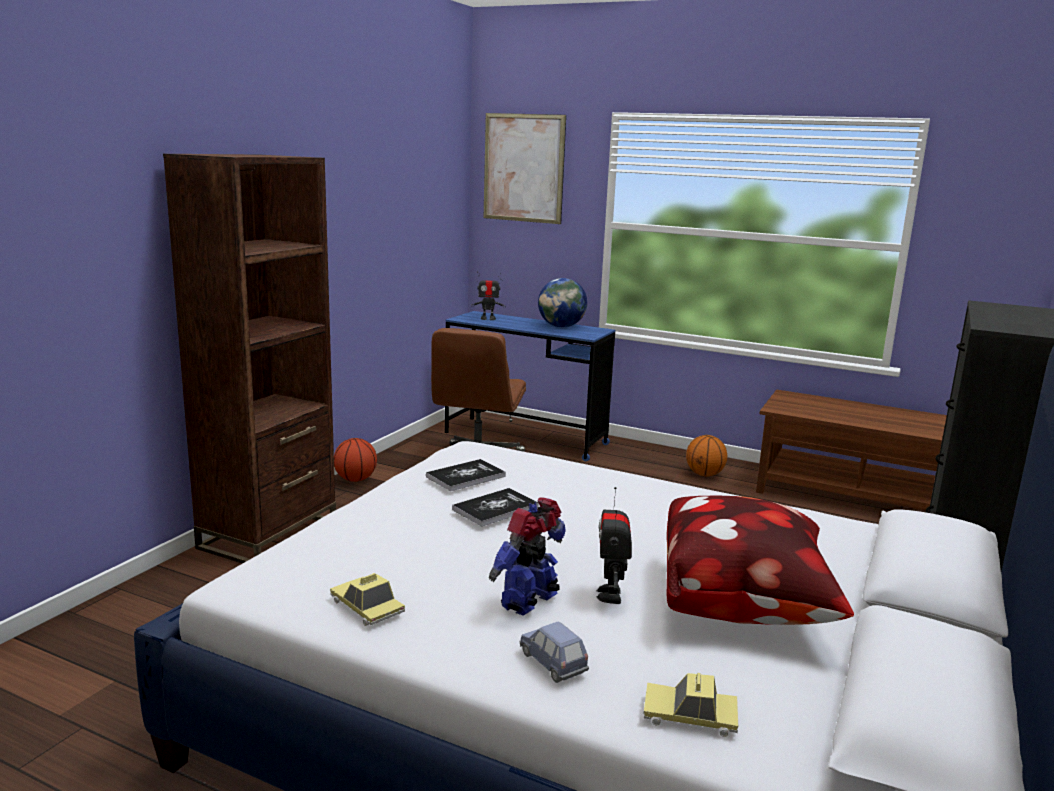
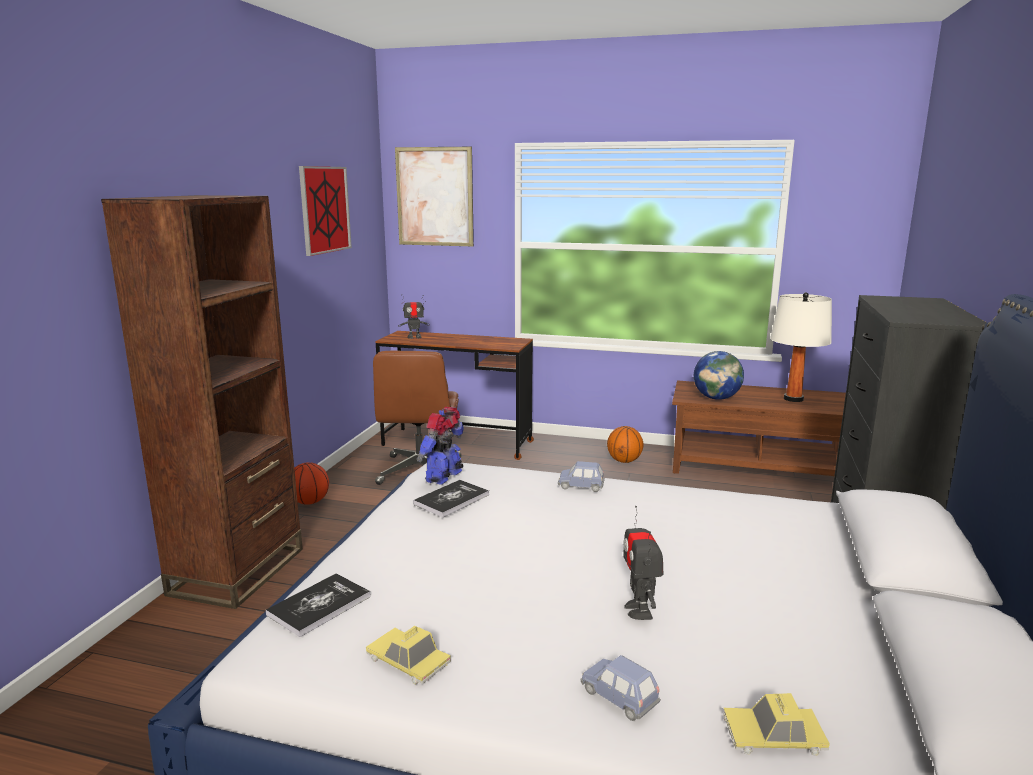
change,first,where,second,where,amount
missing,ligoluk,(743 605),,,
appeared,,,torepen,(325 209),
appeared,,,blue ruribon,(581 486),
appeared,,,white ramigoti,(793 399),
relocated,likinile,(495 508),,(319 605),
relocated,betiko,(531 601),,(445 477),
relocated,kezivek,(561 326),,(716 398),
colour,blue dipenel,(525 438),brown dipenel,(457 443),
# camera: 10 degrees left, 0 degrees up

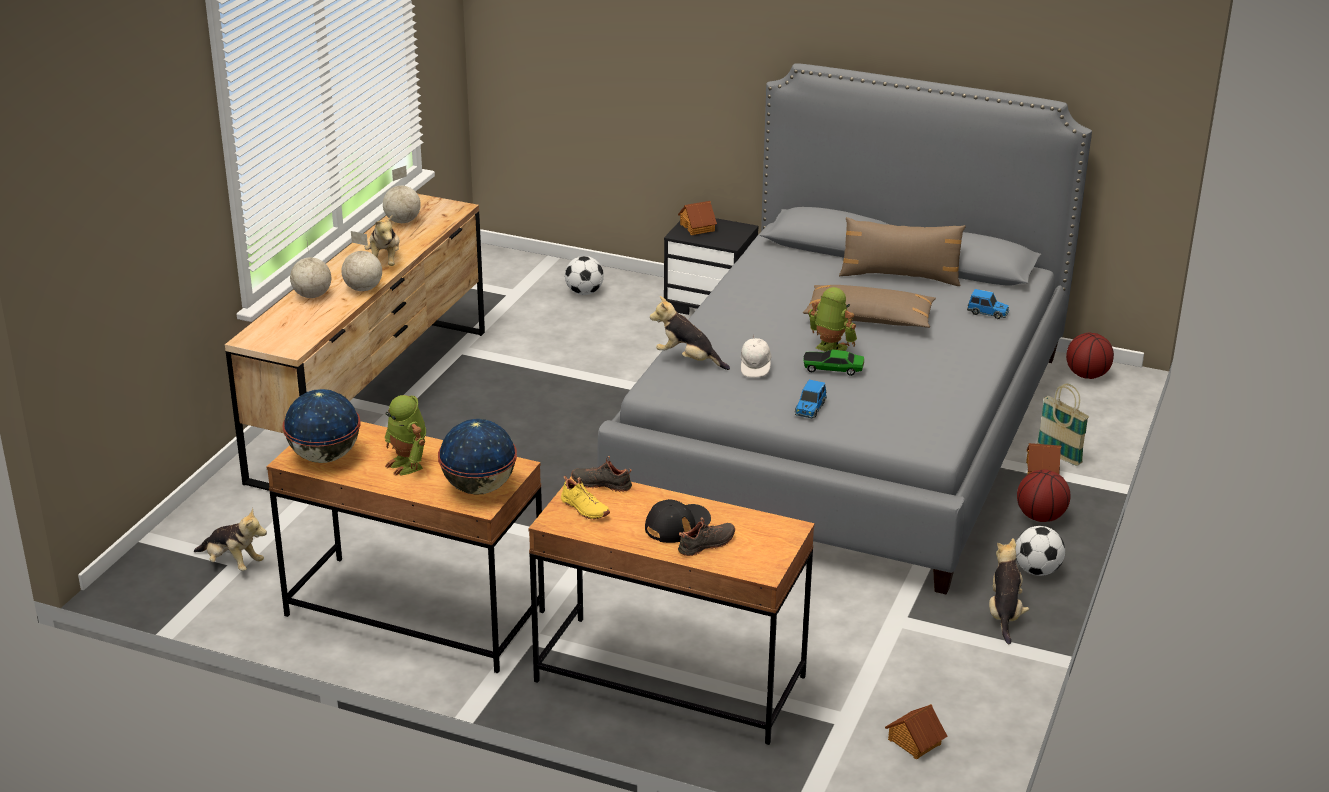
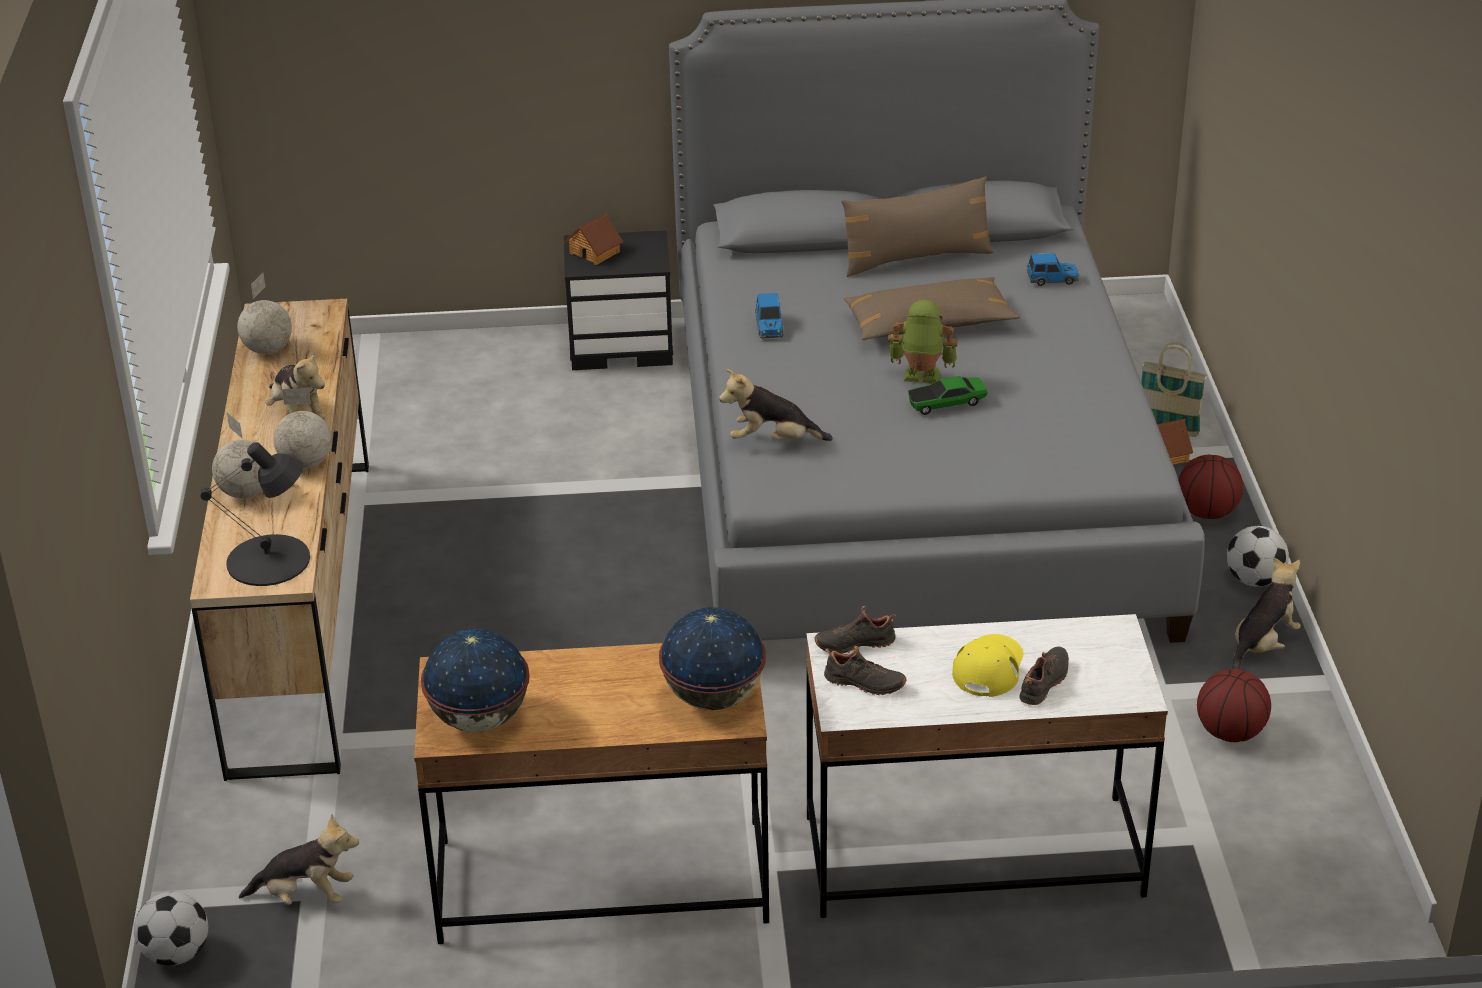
change,first,where,second,where,amount
missing,betiko,(408 464),,,
missing,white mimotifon,(755 367),,,
missing,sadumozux,(914 742),,,
appeared,,,black ramigoti,(270 561),
relocated,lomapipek,(584 292),,(176 954),
relocated,ruribon,(810 409),,(769 327),
relocated,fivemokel,(1087 375),,(1230 733),
colour,brown dipenel,(669 679),white dipenel,(972 856),
colour,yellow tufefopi,(584 509),black tufefopi,(864 684),
colour,black mimotifon,(677 524),yellow mimotifon,(988 667),
spun,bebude,(1004 614),,(1262 645),60 degrees clockwise
# camera: 25 degrees left, 5 degrees up

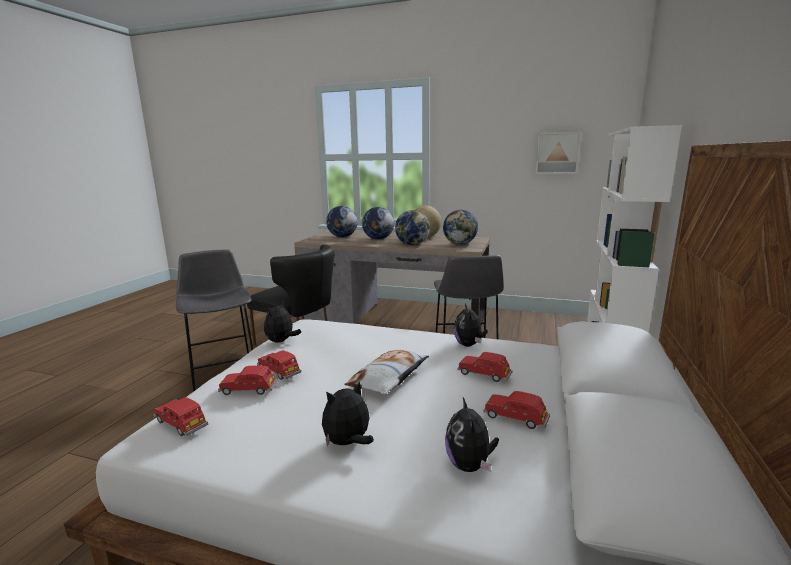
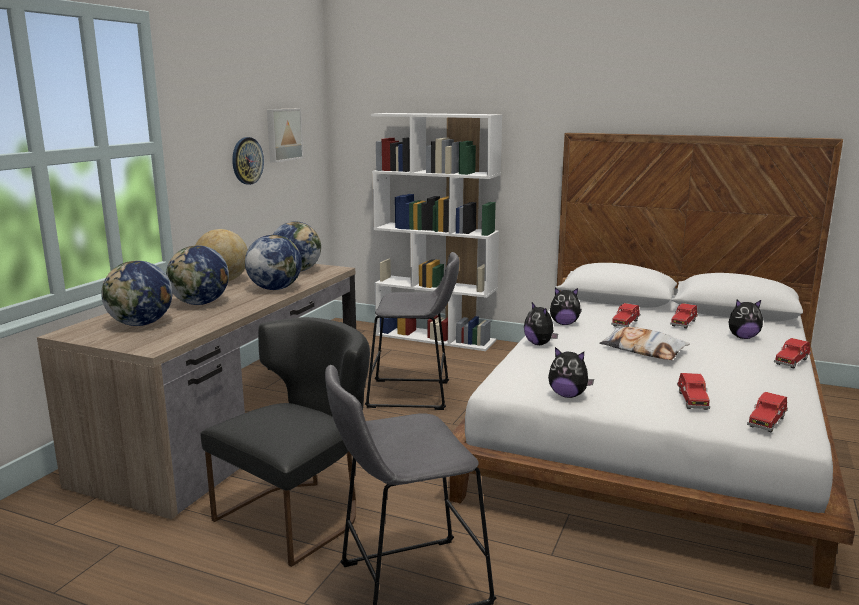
change,first,where,second,where,amount
appeared,,,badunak,(247 160),
relocated,red ruribon,(279 372),,(792 361),
relocated,bebude,(348 443),,(539 344),
# camera: 85 degrees left, 0 degrees up

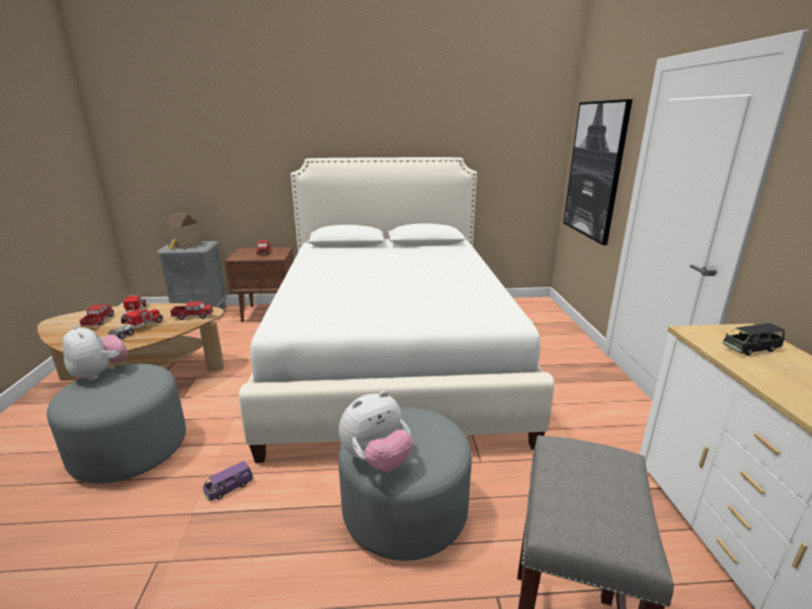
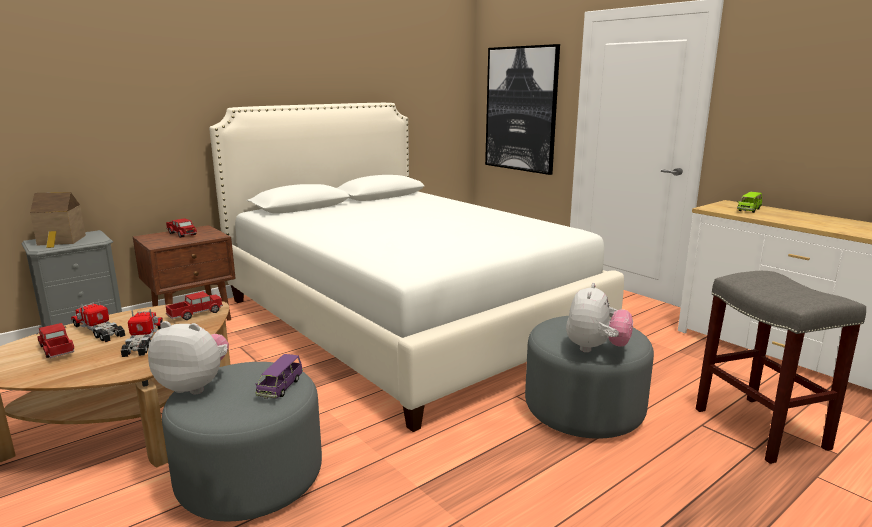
change,first,where,second,where,amount
relocated,purple ruribon,(229 488),,(280 387),
colour,black ruribon,(750 349),green ruribon,(749 210),
# camera: 35 degrees left, 5 degrees down

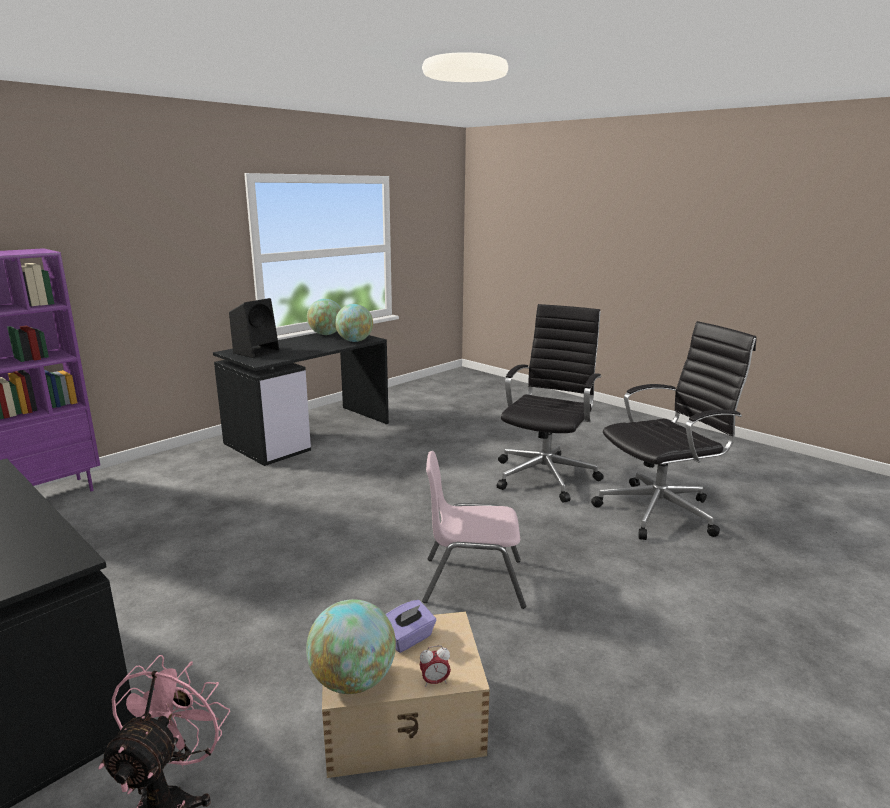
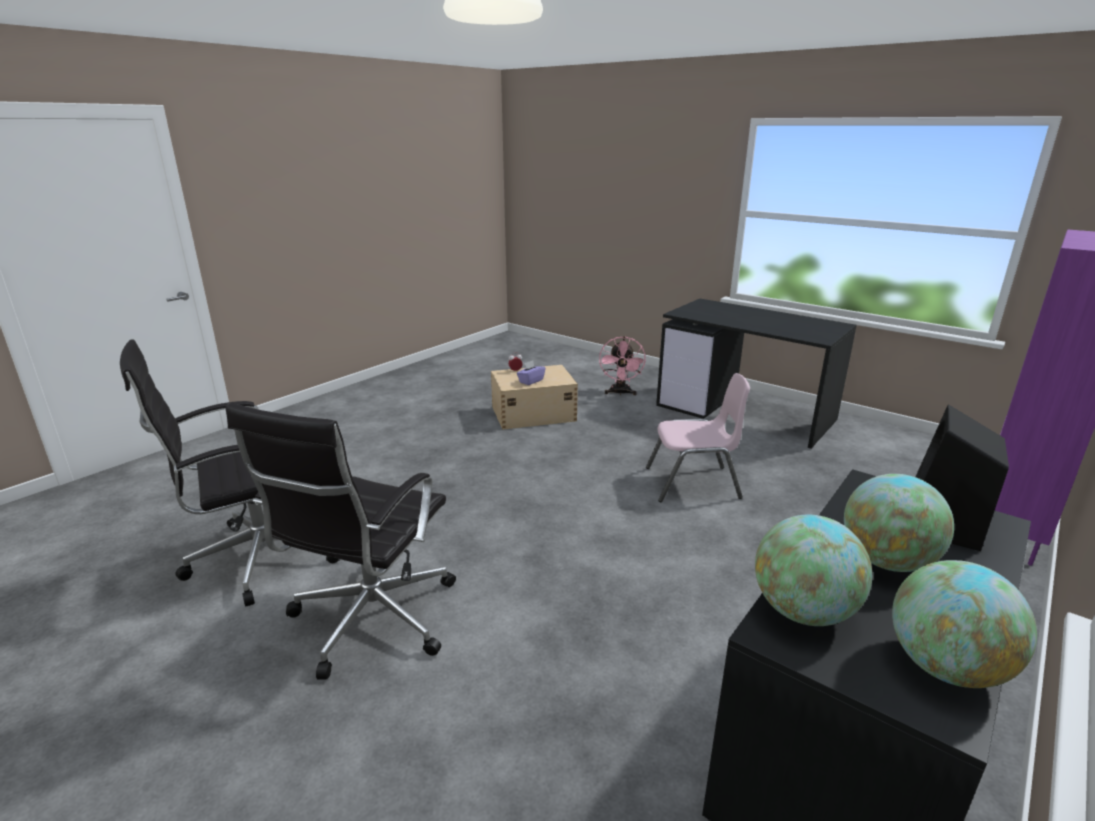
change,first,where,second,where,amount
relocated,kezivek,(353 681),,(886 561),
relocated,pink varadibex,(473 581),,(693 483),
# camera: 175 degrees right, 5 degrees up

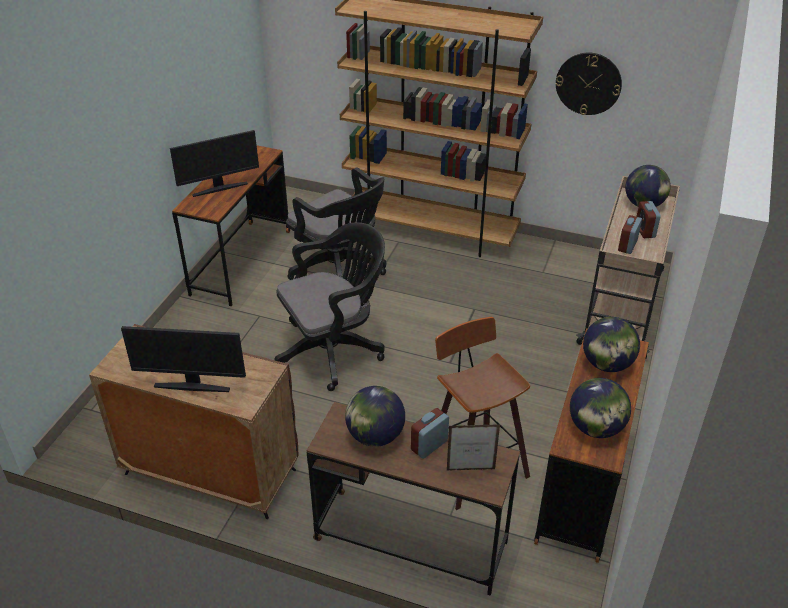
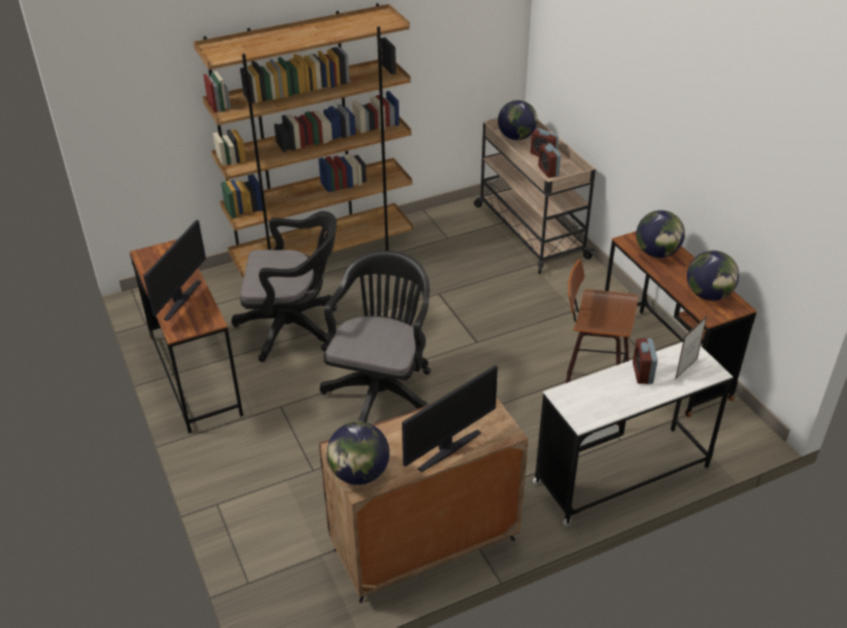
change,first,where,second,where,amount
missing,badunak,(588 83),,,
relocated,kezivek,(375 436),,(359 474),
colour,brown dipenel,(410 541),white dipenel,(621 475),
# camera: 45 degrees left, 0 degrees up

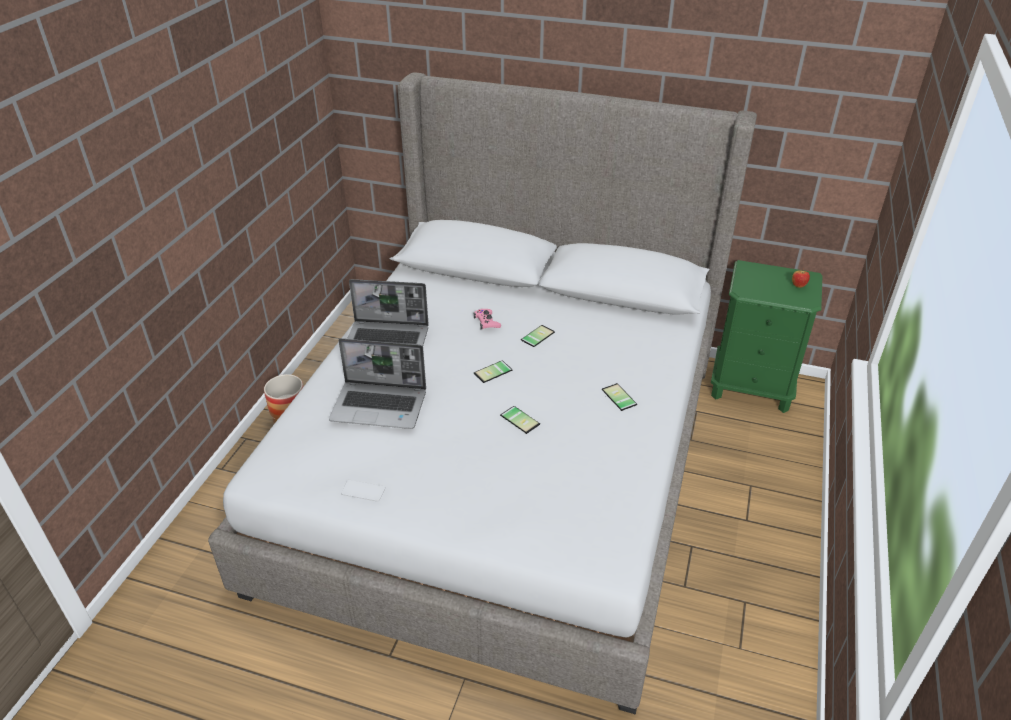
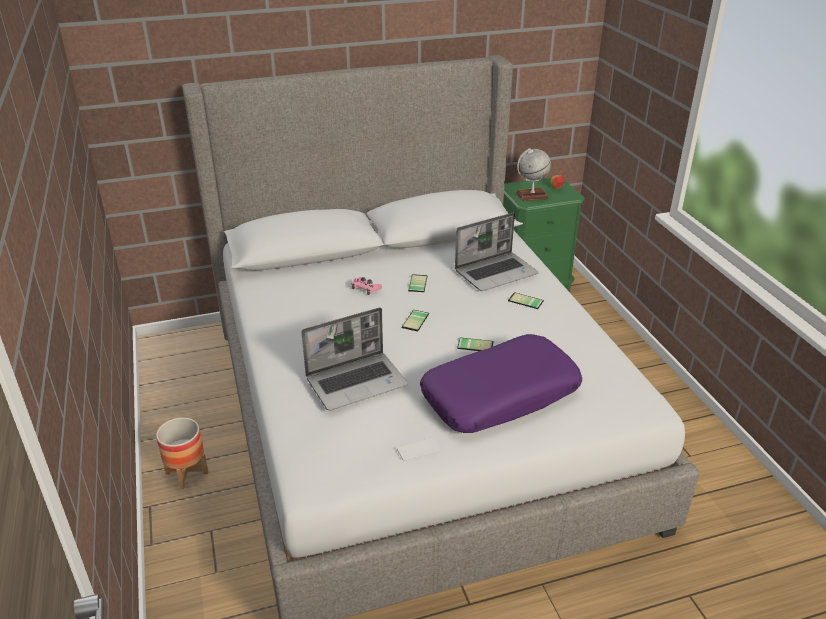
change,first,where,second,where,amount
appeared,,,purple ligoluk,(500 395),
appeared,,,kezivek,(531 196),
relocated,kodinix,(388 340),,(496 272),
# camera: 35 degrees left, 5 degrees down

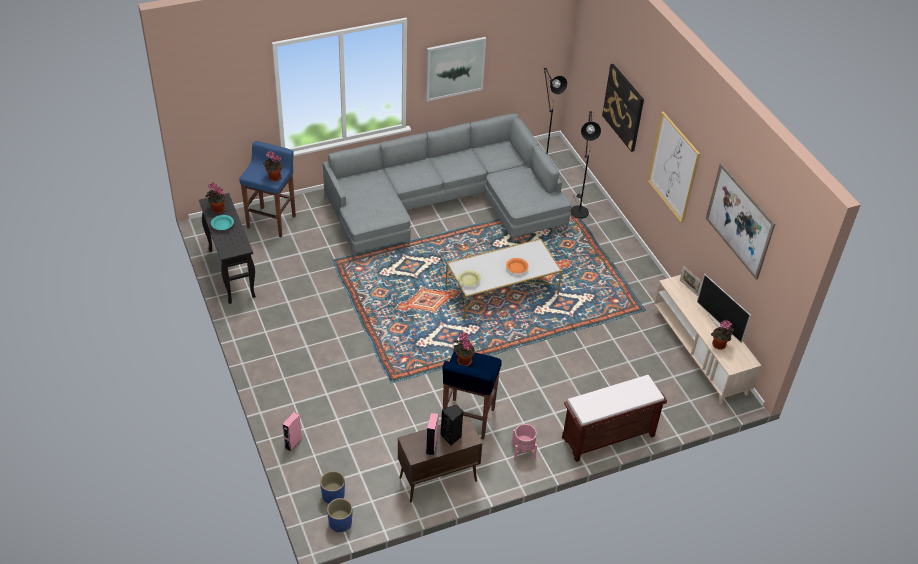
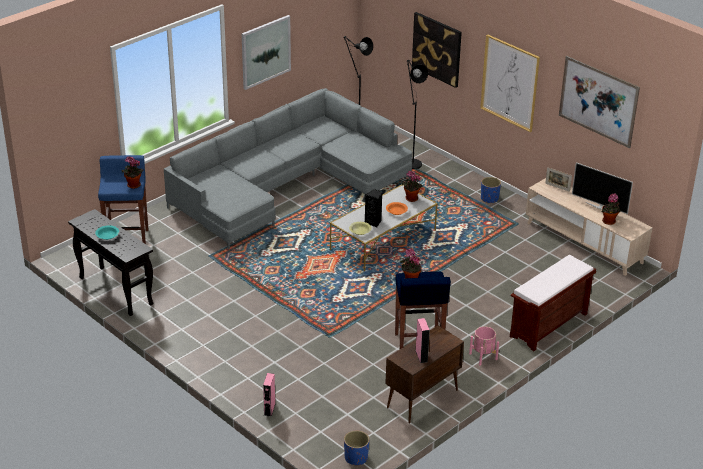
change,first,where,second,where,amount
relocated,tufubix,(217 210),,(410 199),
relocated,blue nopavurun,(333 495),,(489 199),
relocated,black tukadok,(451 437),,(374 222),
# camera: 20 degrees left, 10 degrees down

